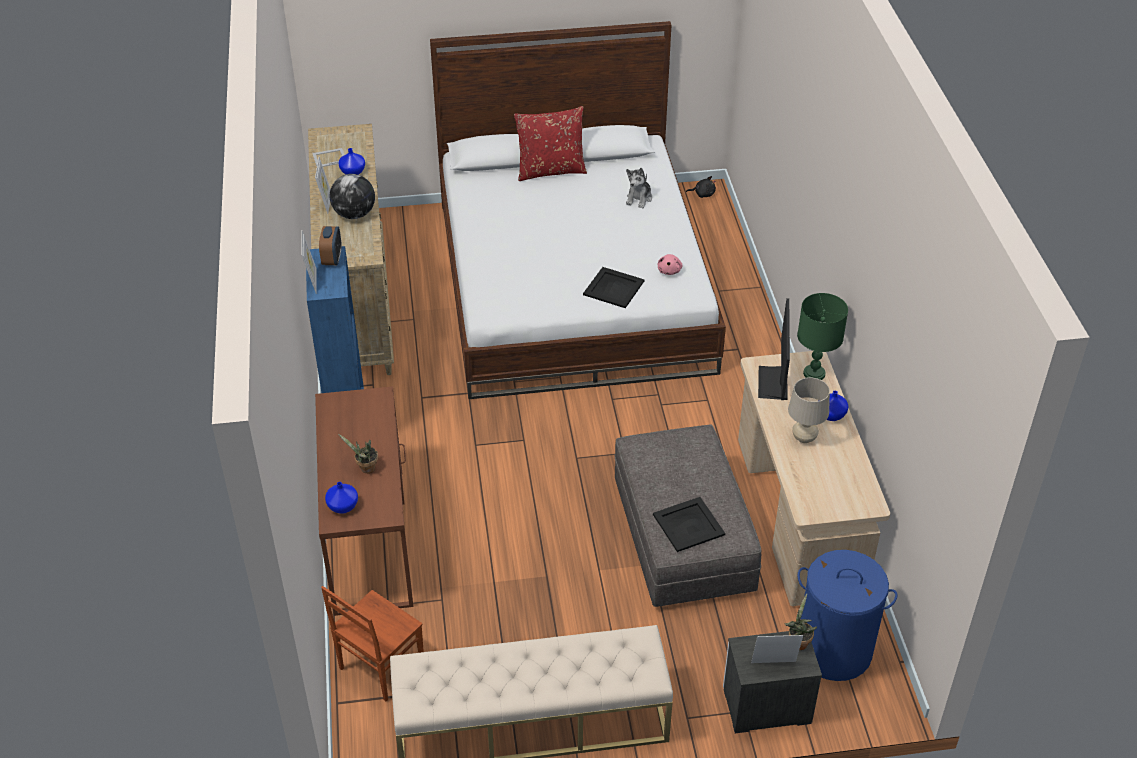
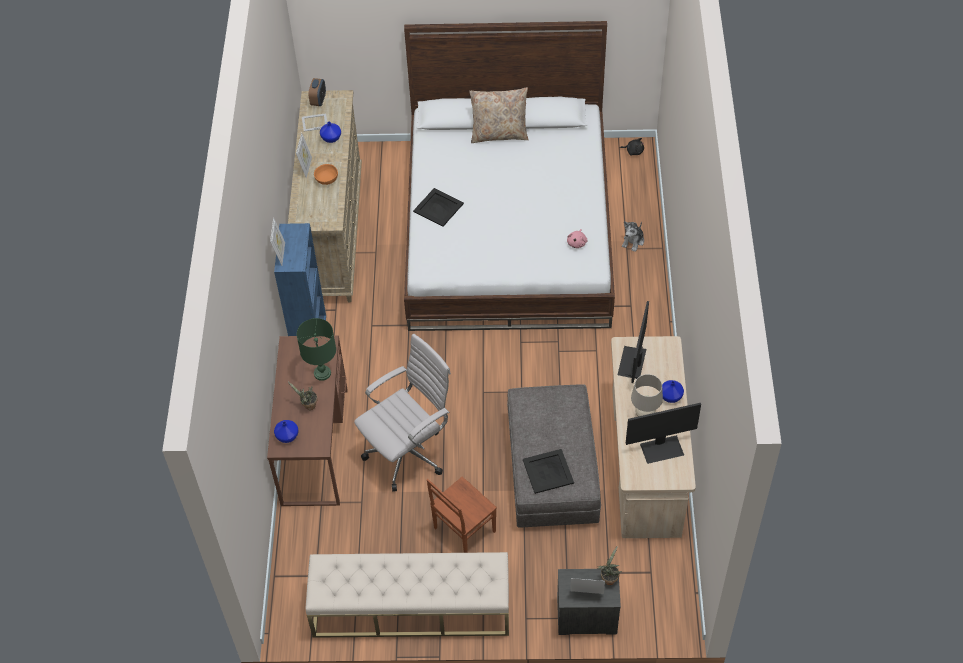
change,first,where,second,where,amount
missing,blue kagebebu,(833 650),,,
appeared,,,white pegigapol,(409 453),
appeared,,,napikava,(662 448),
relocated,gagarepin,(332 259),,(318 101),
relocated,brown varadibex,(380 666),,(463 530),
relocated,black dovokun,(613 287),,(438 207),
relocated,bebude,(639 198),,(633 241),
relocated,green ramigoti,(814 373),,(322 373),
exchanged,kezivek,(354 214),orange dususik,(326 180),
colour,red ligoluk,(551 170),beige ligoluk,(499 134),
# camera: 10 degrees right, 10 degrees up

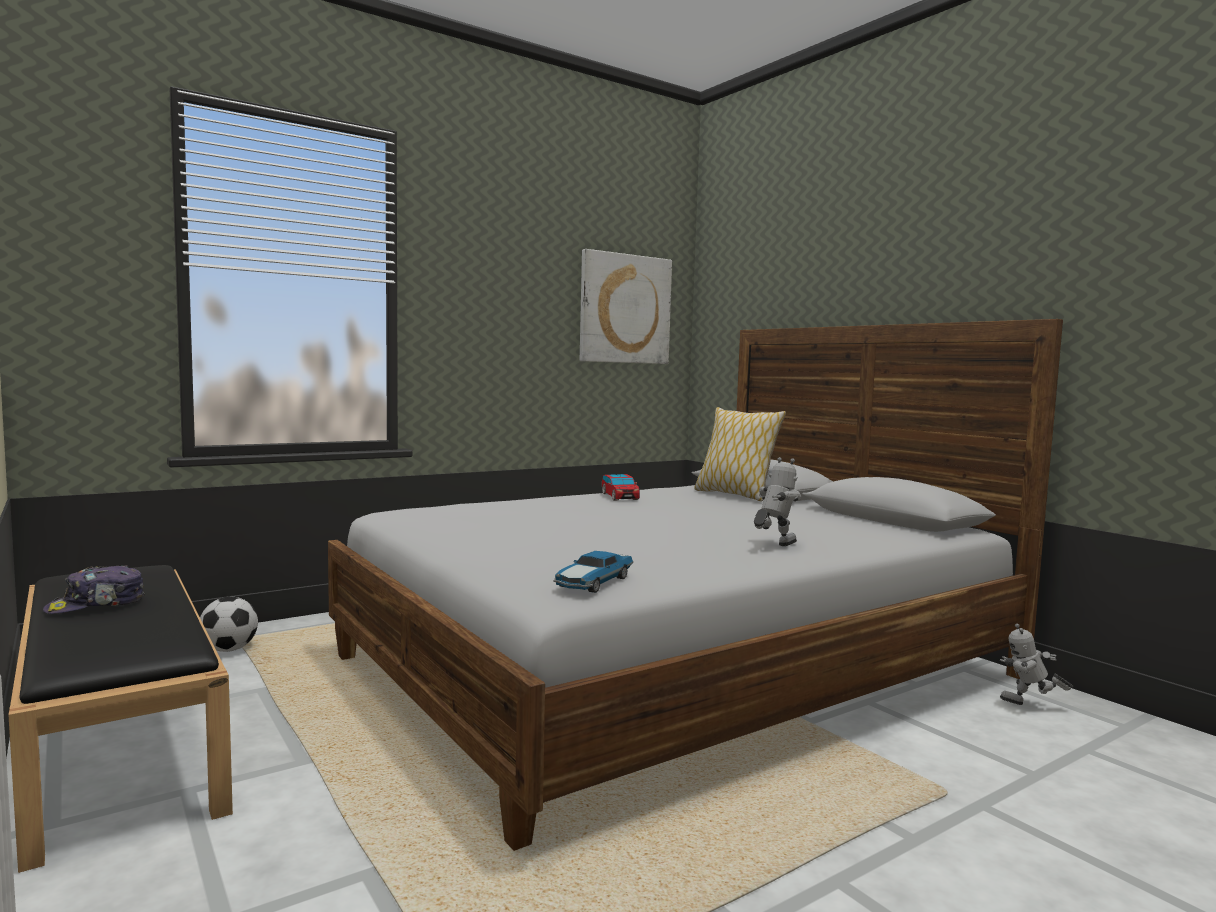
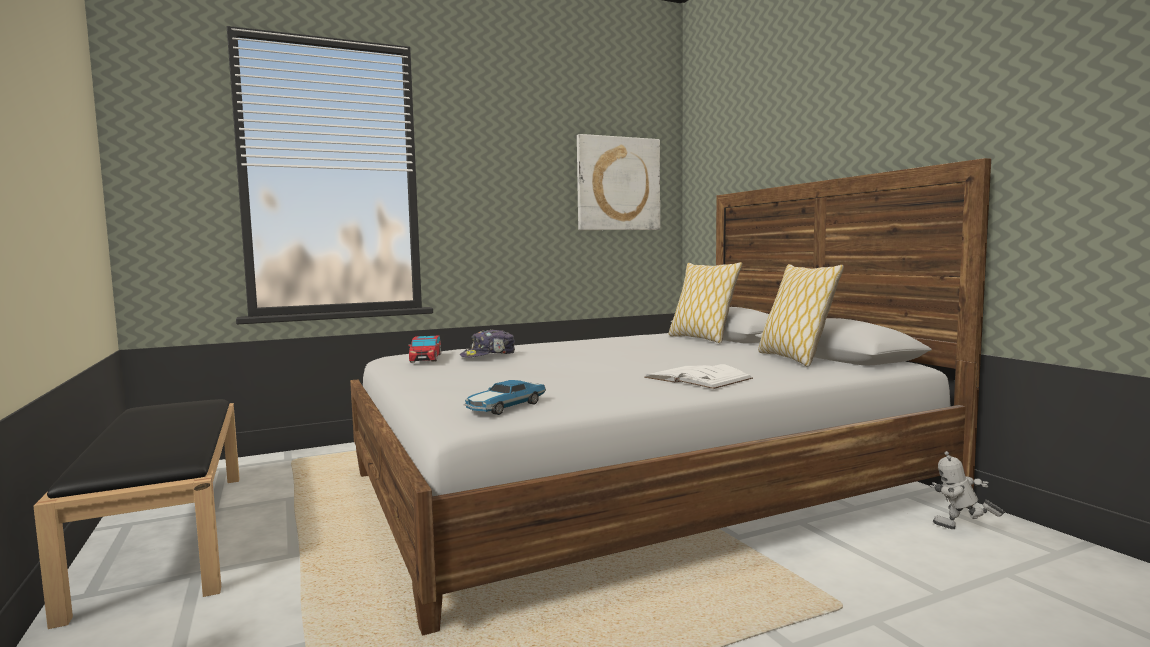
change,first,where,second,where,amount
missing,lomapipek,(229 650),,,
appeared,,,ligoluk,(794 359),
relocated,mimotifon,(96 605),,(489 355),
relocated,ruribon,(619 497),,(425 358),
exchanged,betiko,(773 546),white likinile,(697 378),
# camera: 10 degrees right, 0 degrees up

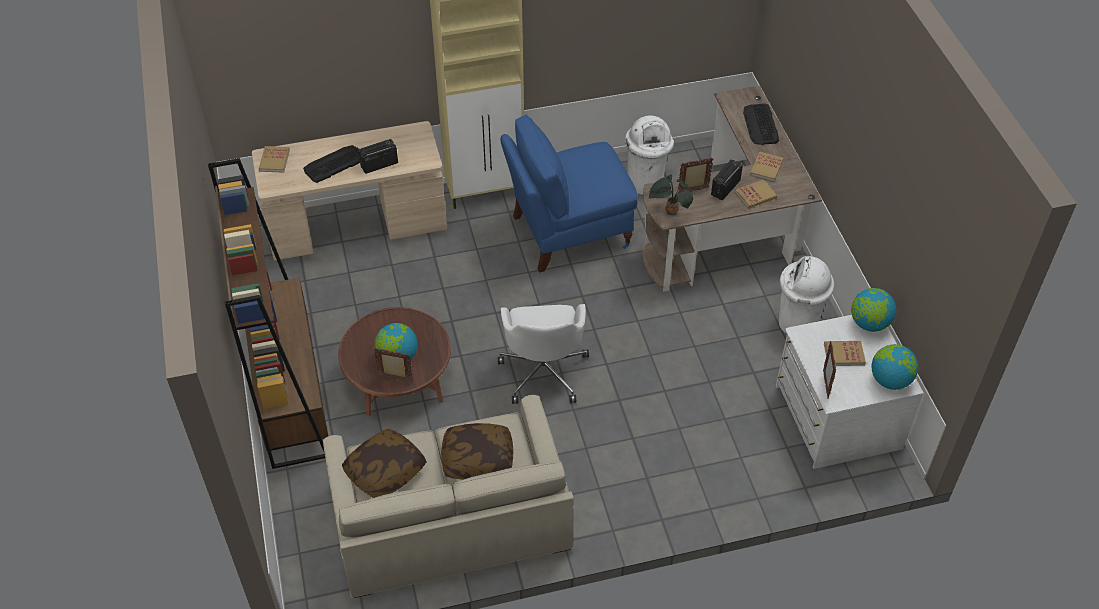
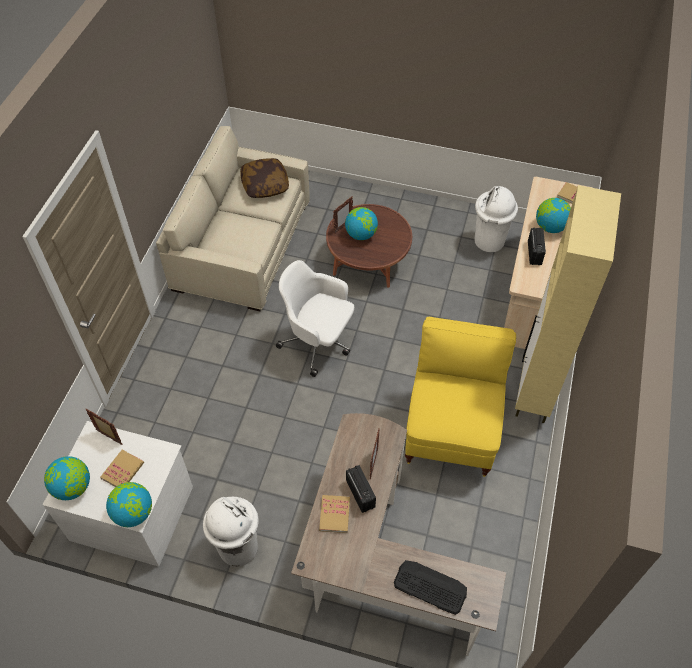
change,first,where,second,where,amount
missing,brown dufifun,(290 392),,,
missing,ligoluk,(477 459),,,
missing,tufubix,(670 212),,,
missing,likinile,(766 168),,,
relocated,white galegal,(645 183),,(489 241),
exchanged,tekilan,(334 164),kezivek,(550 227),
colour,blue varadibex,(568 232),yellow varadibex,(451 428),
# camera: 120 degrees right, 5 degrees up

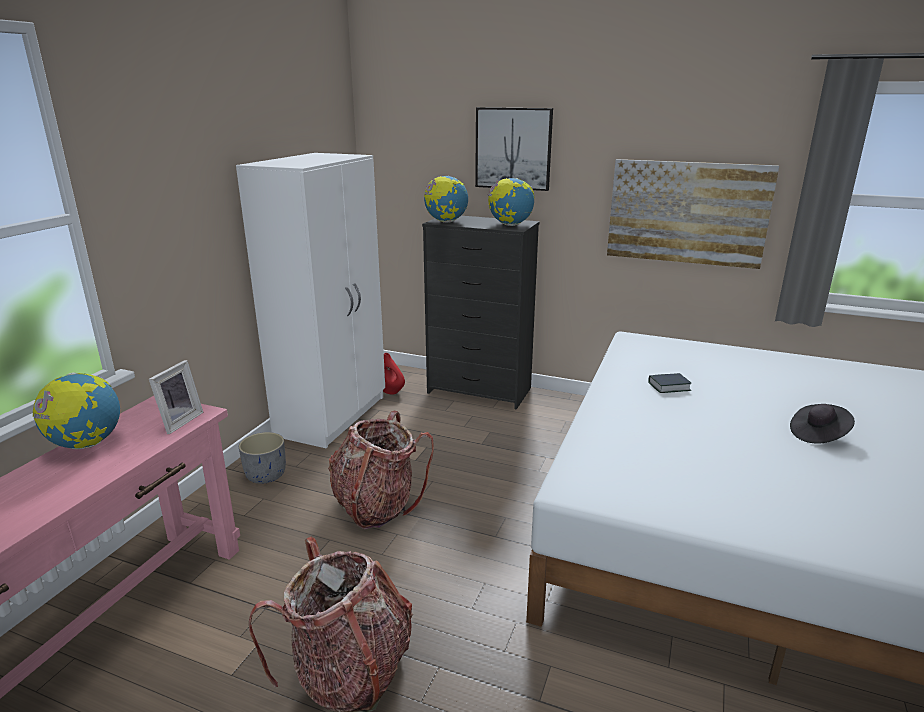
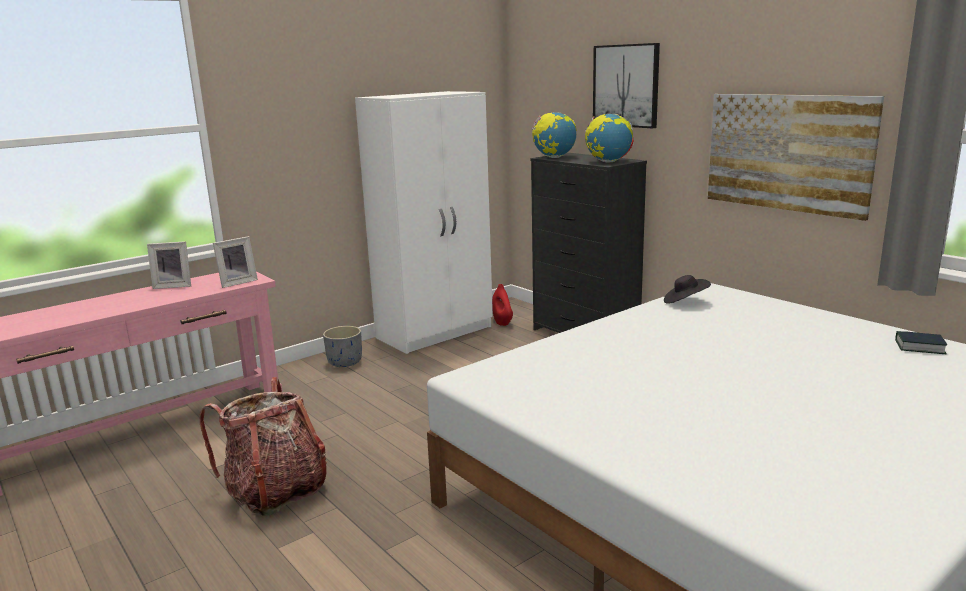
change,first,where,second,where,amount
missing,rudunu,(377 506),,,
relocated,likinile,(669 386),,(919 347),
relocated,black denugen,(818 435),,(685 302),
exchanged,kezivek,(86 444),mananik,(174 285),
# camera: 30 degrees right, 5 degrees down

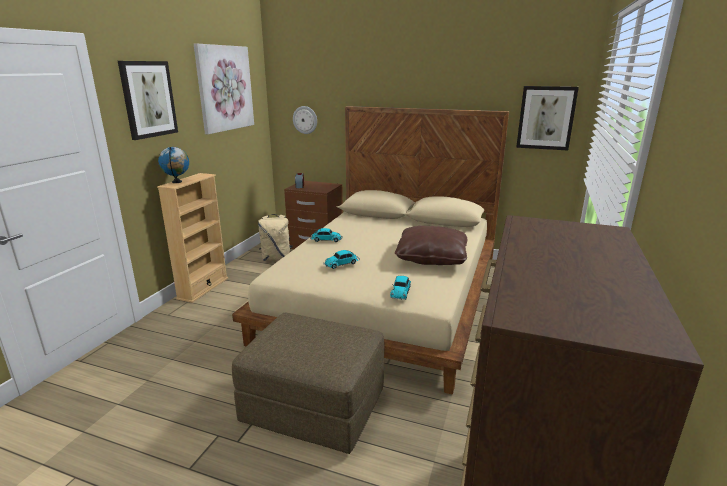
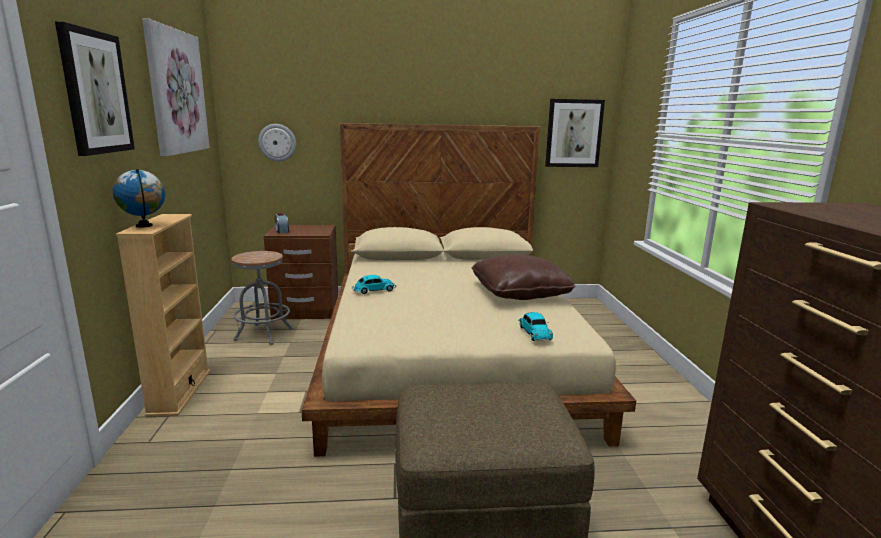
change,first,where,second,where,amount
missing,ruribon,(342 264),,,
exchanged,beige rudunu,(276 258),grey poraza,(263 334),
# camera: 25 degrees left, 5 degrees down

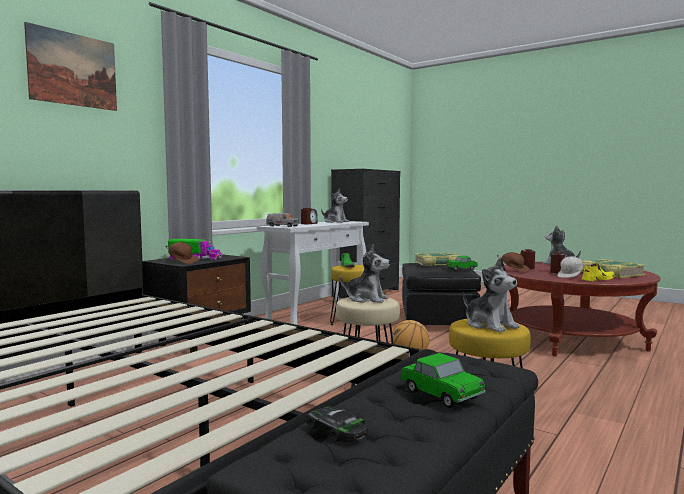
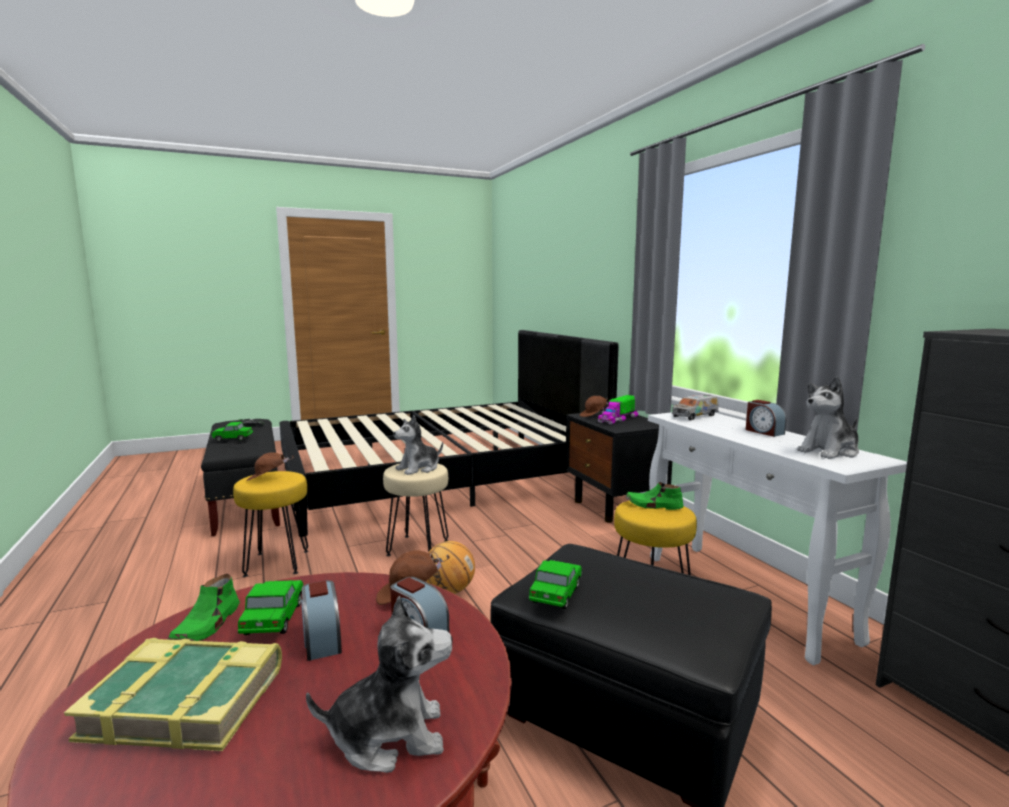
change,first,where,second,where,amount
missing,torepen,(73 69),,,
missing,likinile,(437 263),,,
exchanged,bebude,(490 325),brown mimotifon,(268 478),
exchanged,white mimotifon,(570 276),ruribon,(274 619),
colour,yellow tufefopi,(597 279),green tufefopi,(207 625),
# camera: 120 degrees right, 5 degrees up

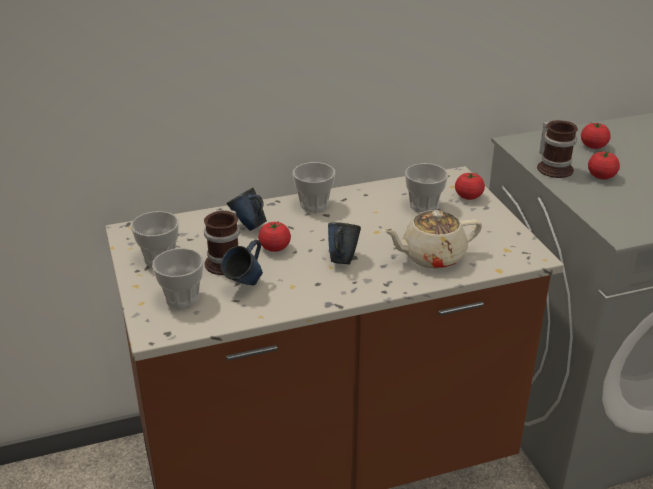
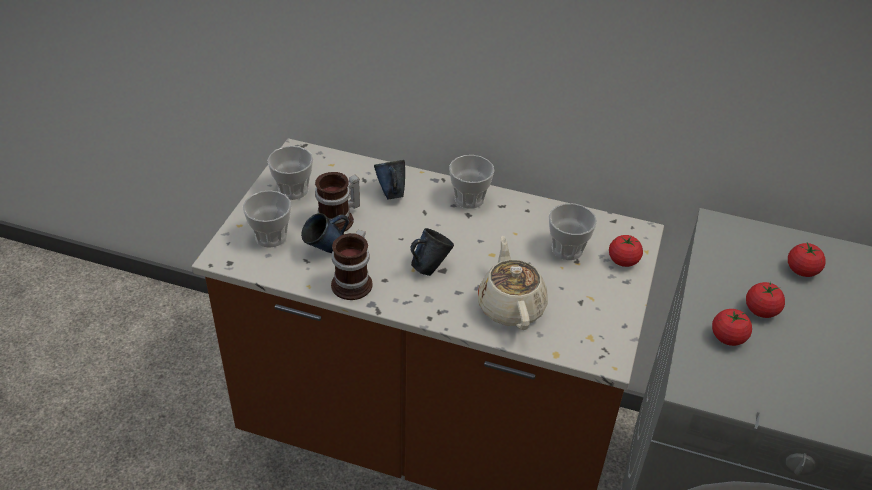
change,first,where,second,where,amount
relocated,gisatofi,(275 248),,(728 337),
relocated,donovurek,(554 167),,(355 282),
spun,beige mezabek,(431 256),,(511 306),60 degrees clockwise
# camera: 35 degrees right, 10 degrees up

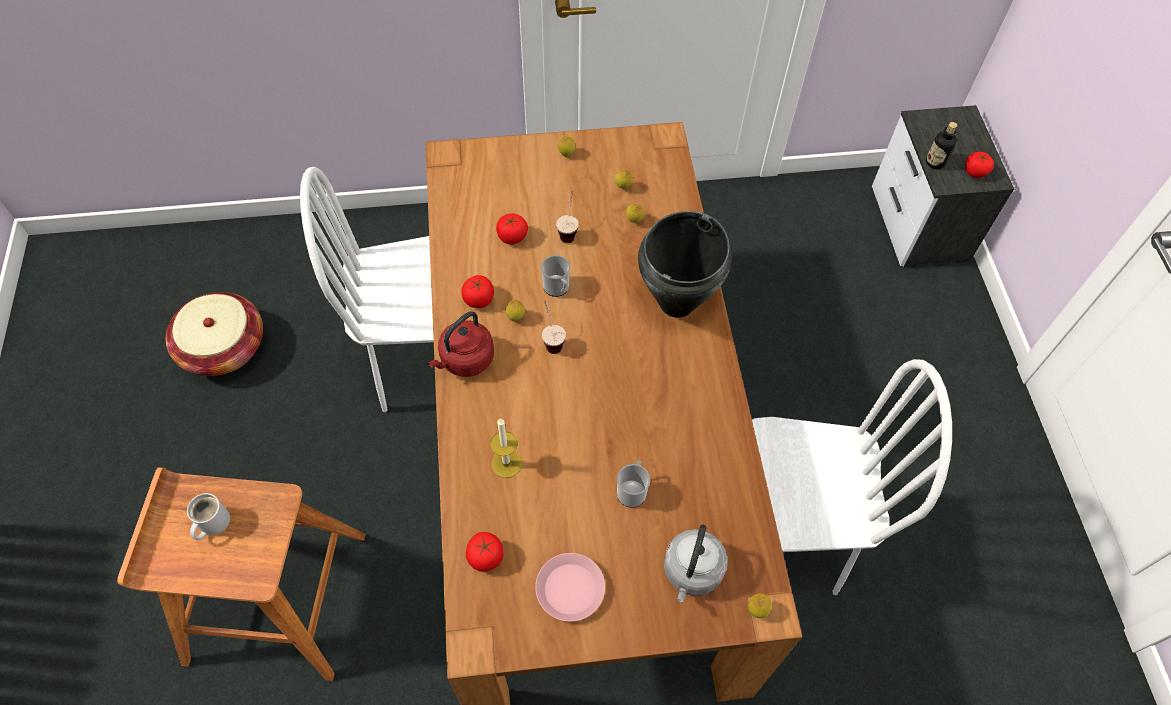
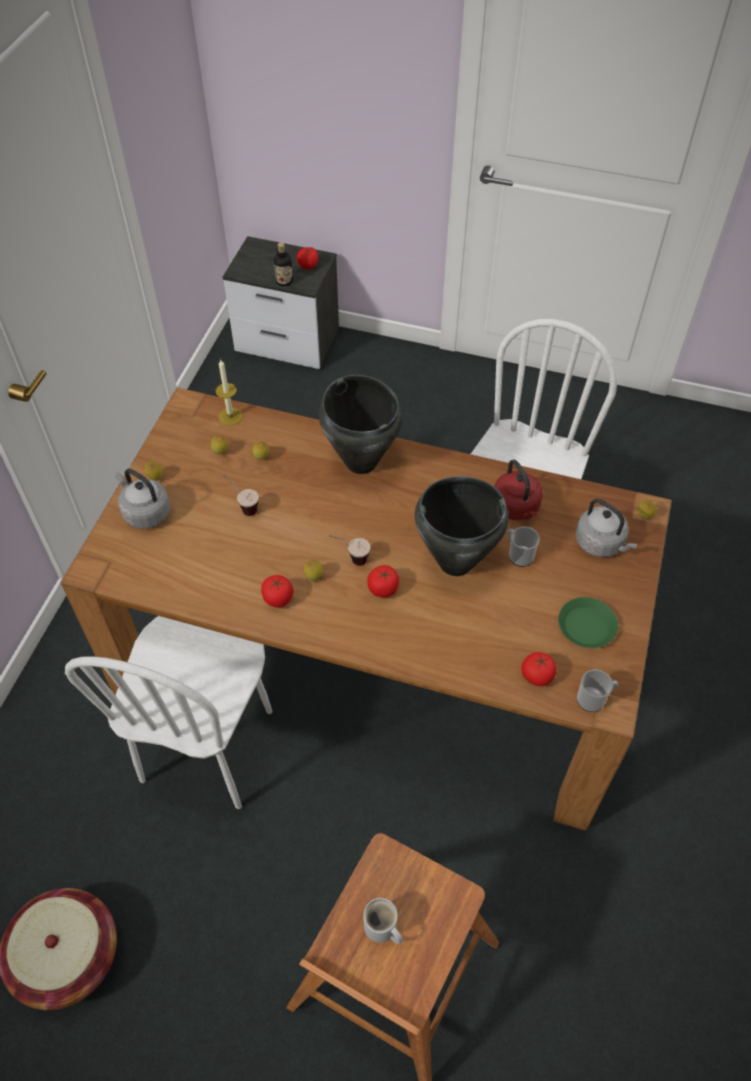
change,first,where,second,where,amount
appeared,,,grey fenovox,(145 512),
appeared,,,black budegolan,(455 561),
relocated,red fenovox,(465 360),,(516 508),
relocated,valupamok,(506 464),,(230 416),
relocated,gisatofi,(512 237),,(383 589),
relocated,donovurek,(557 288),,(594 699),
colour,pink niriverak,(569 589),green niriverak,(586 626),
# camera: 65 degrees left, 5 degrees down

